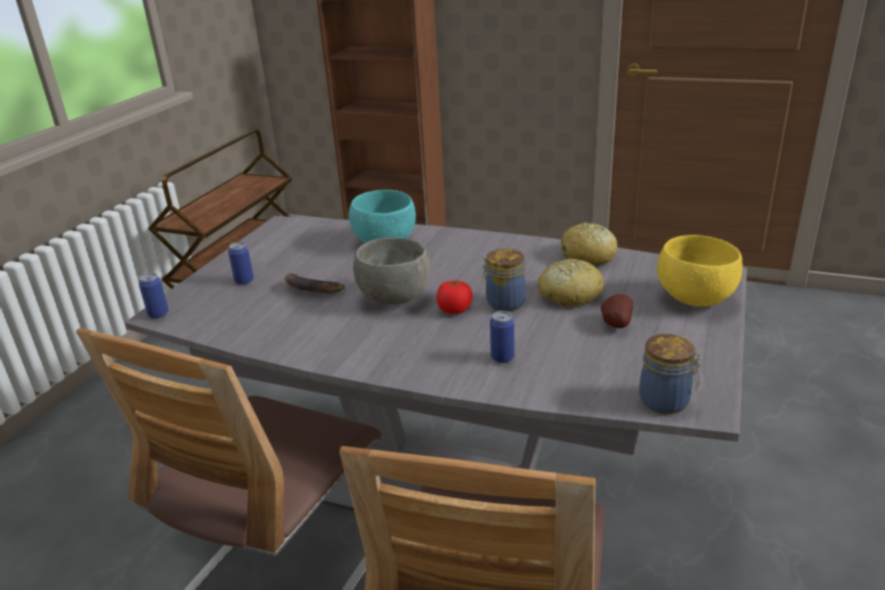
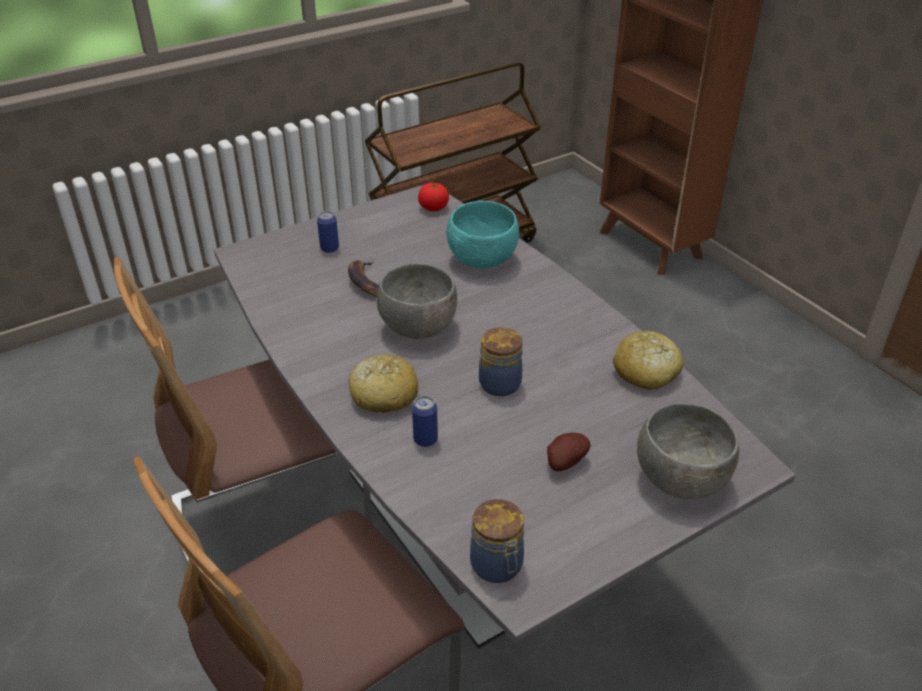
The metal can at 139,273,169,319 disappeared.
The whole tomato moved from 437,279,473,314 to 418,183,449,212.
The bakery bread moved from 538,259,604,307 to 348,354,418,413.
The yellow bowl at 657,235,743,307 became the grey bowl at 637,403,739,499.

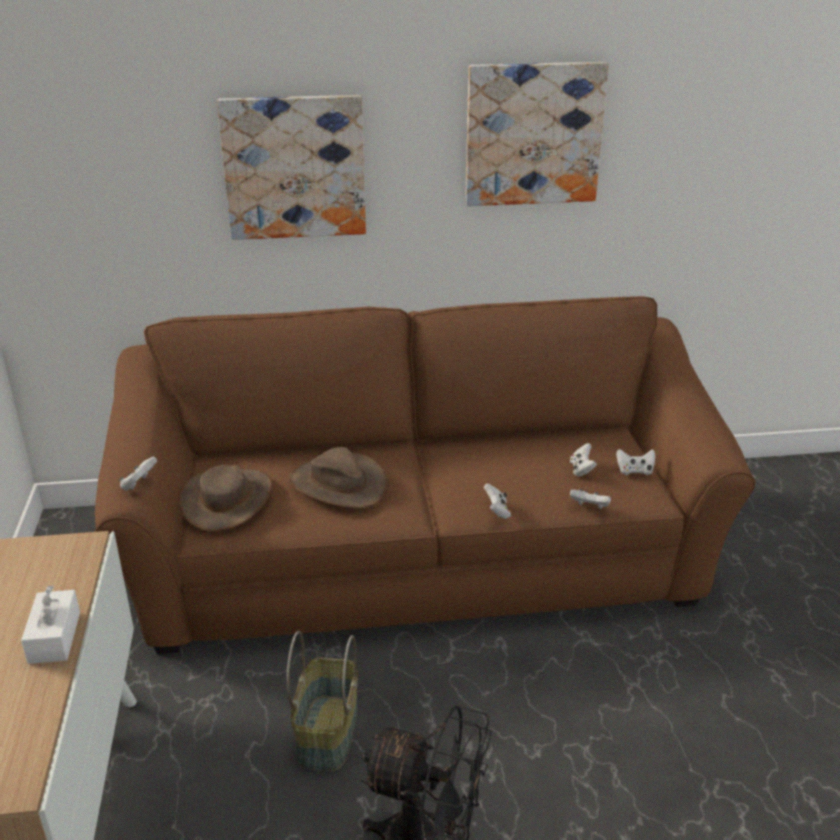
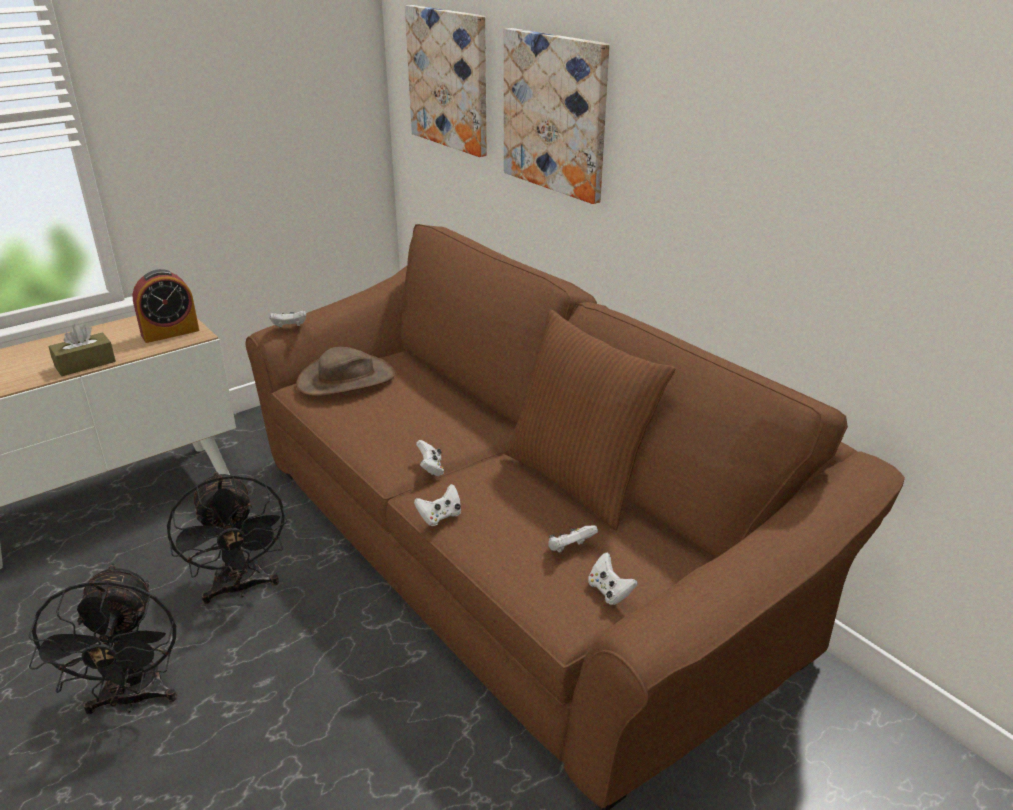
The white tissue box at 21,585,80,664 became the brown tissue box at 49,324,116,376.
The household basket at 286,631,358,771 was replaced by the black fan at 167,471,287,604.
The brown hat at 289,447,388,509 disappeared.
The wall picture moved from 465,62,609,206 to 405,5,487,157.
The white joypad moved from 570,489,611,509 to 416,440,444,476.
The bedside clock at 132,269,199,343 appeared.
The brown pillow at 504,309,675,530 appeared.

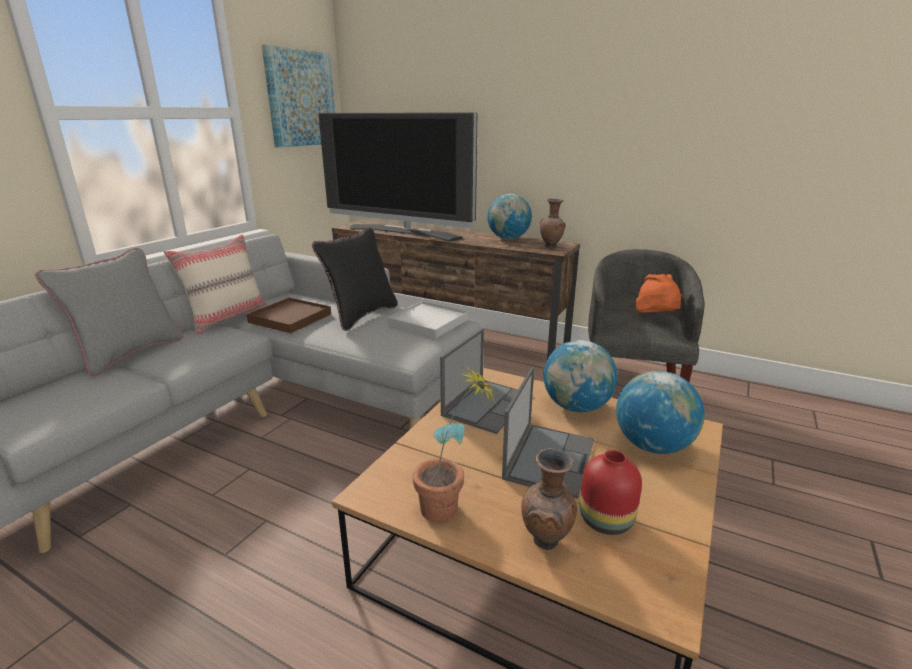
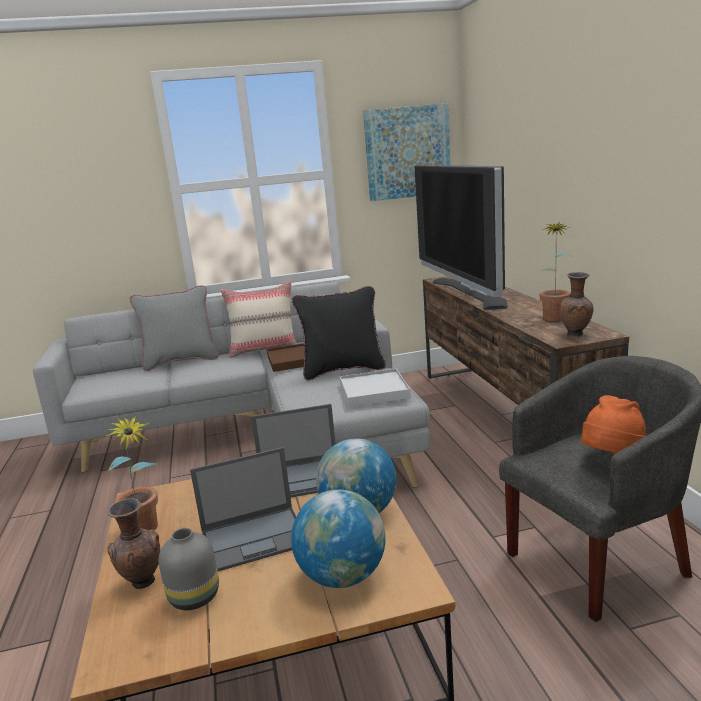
The desk globe at 487,194,532,239 was replaced by the potted plant at 536,222,574,321.
The red decorative vase at 580,450,642,535 became the grey decorative vase at 159,528,219,610.

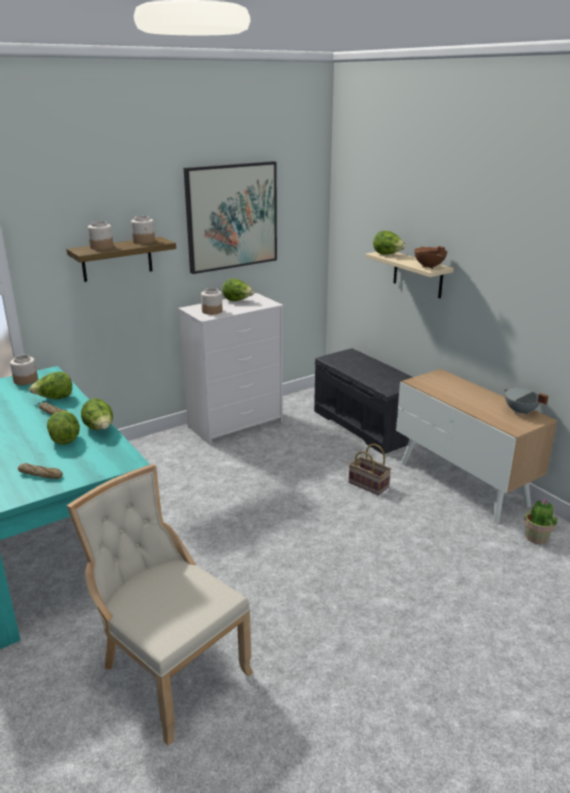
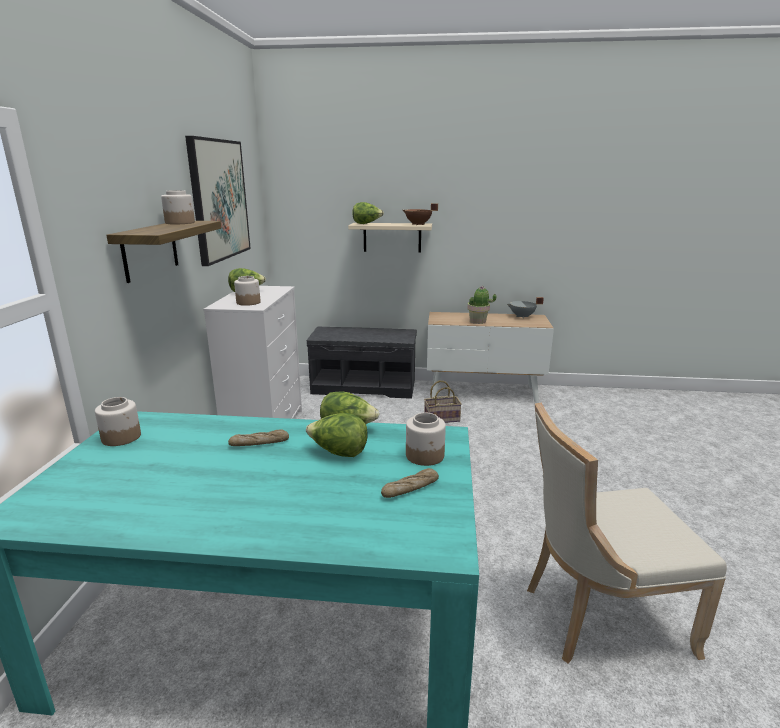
The head of lettuce at 29,372,72,399 disappeared.
The storage jar moved from 88,221,113,250 to 406,413,446,466.
The potted plant moved from 524,499,558,544 to 468,286,497,324.

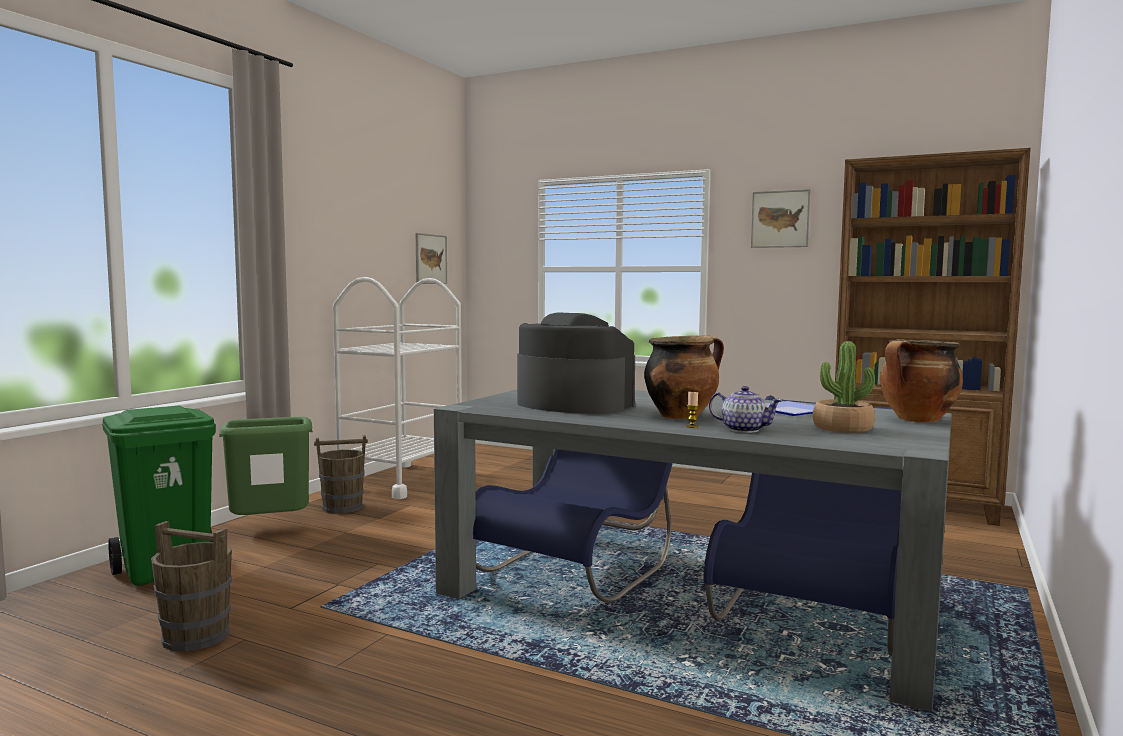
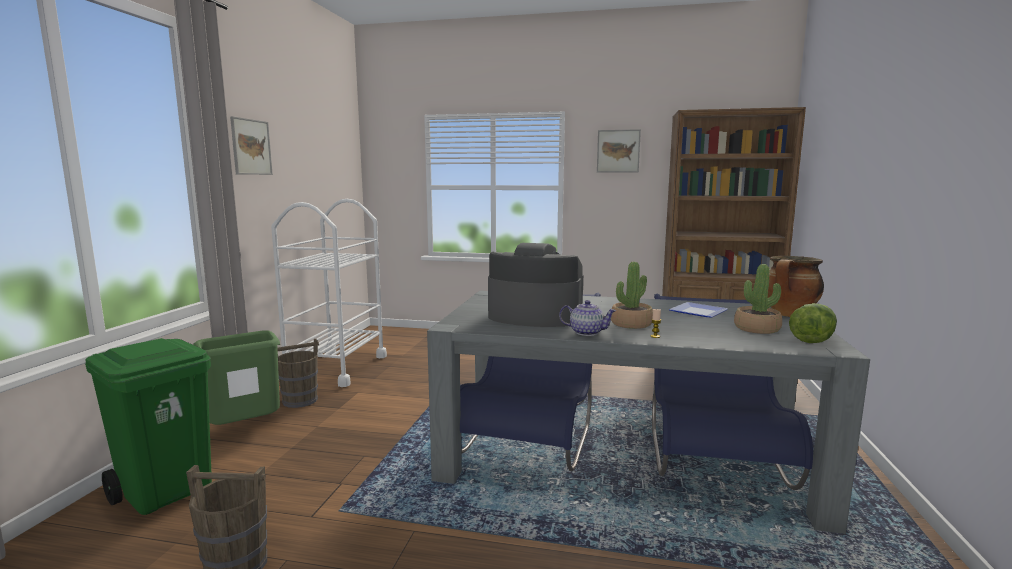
The wall picture moved from 415,233,447,284 to 230,116,273,175.
The stockpot at 644,335,724,419 was replaced by the potted plant at 611,262,653,329.
The tea pot moved from 709,386,783,433 to 559,300,616,336.
The head of lettuce at 789,303,837,343 appeared.

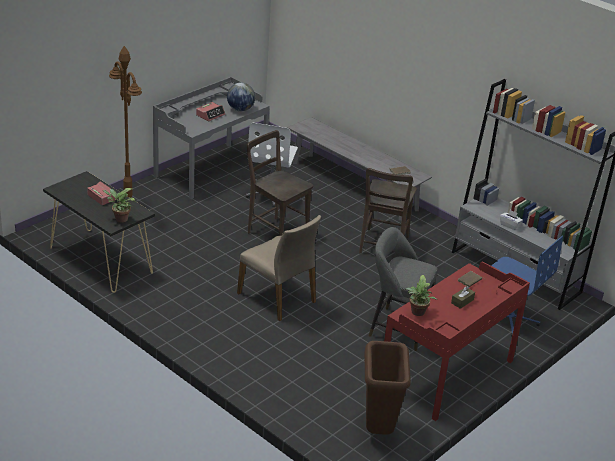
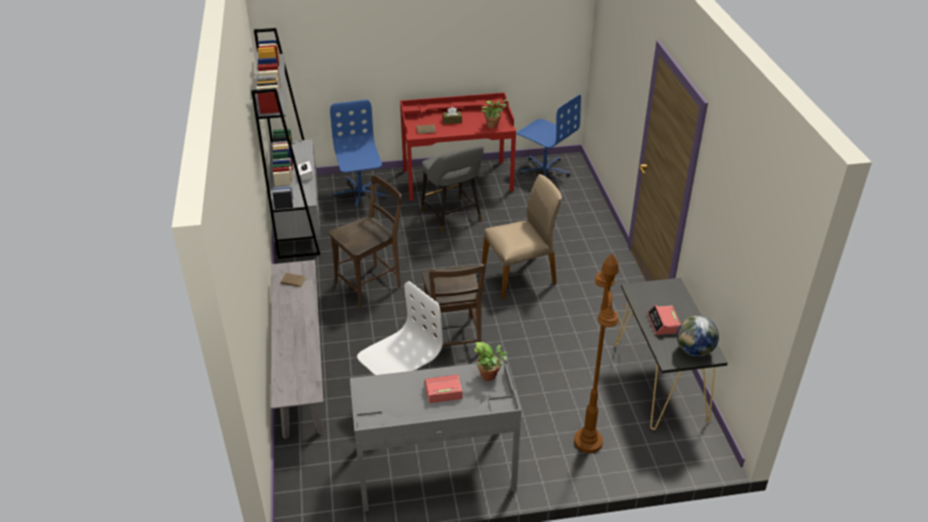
The potted plant moved from 103,188,136,222 to 474,342,508,381.
The desk globe moved from 227,82,255,111 to 677,315,719,357.
The beige plain chair at 237,215,321,321 turned 75 degrees clockwise.
The brown waste bin at 365,341,411,435 was replaced by the bluish computer chair at 517,94,581,177.

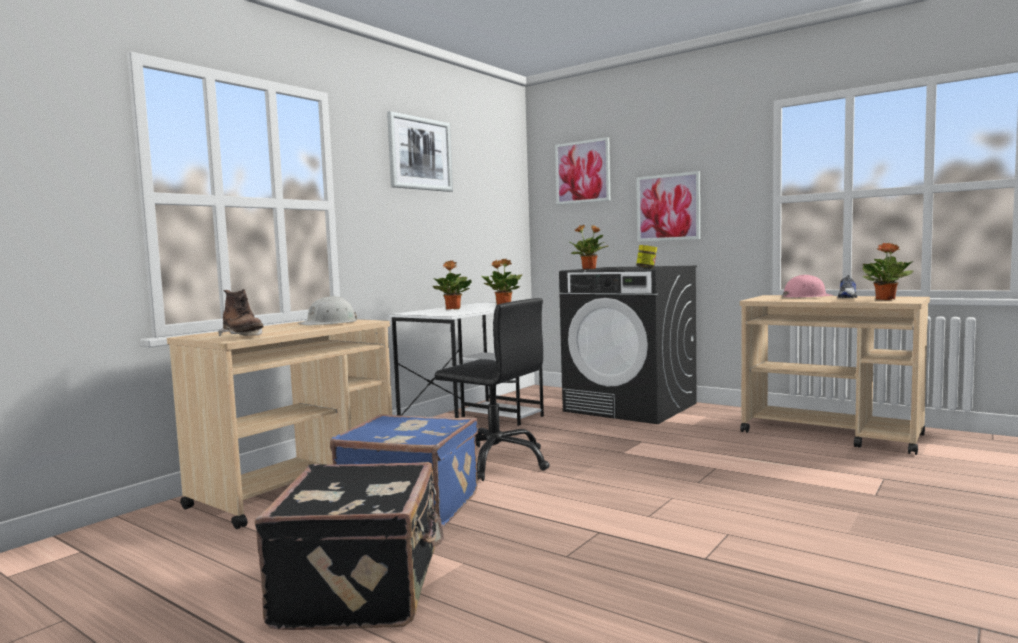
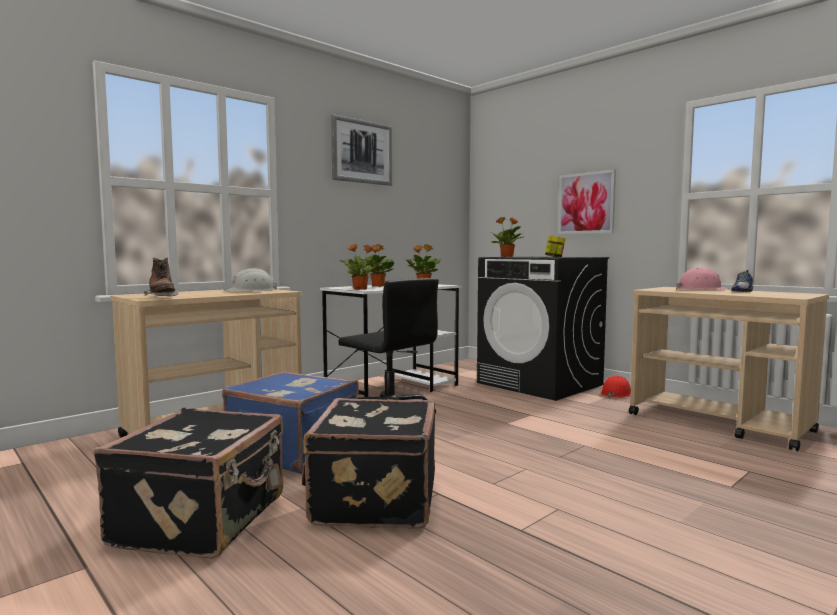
The wall picture at 555,137,610,205 disappeared.
The potted plant moved from 862,243,914,300 to 340,244,382,290.
The black piece of luggage at 302,398,435,529 appeared.
The red work helmet at 601,375,631,398 appeared.

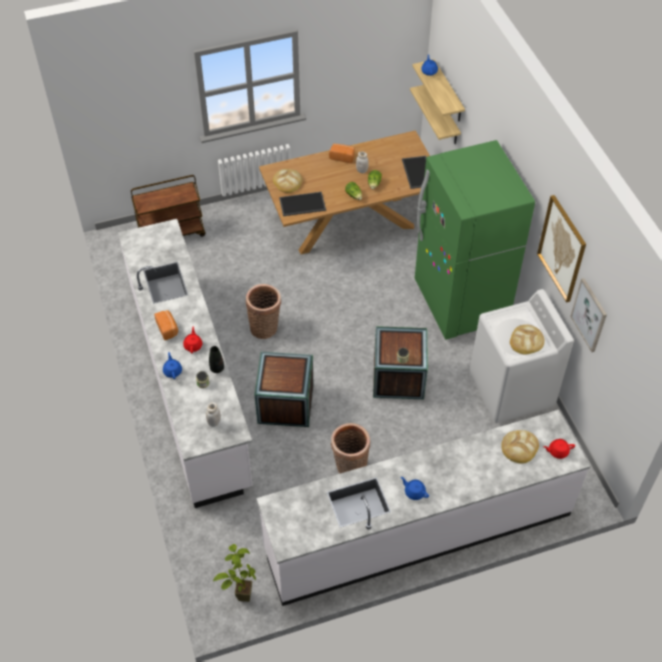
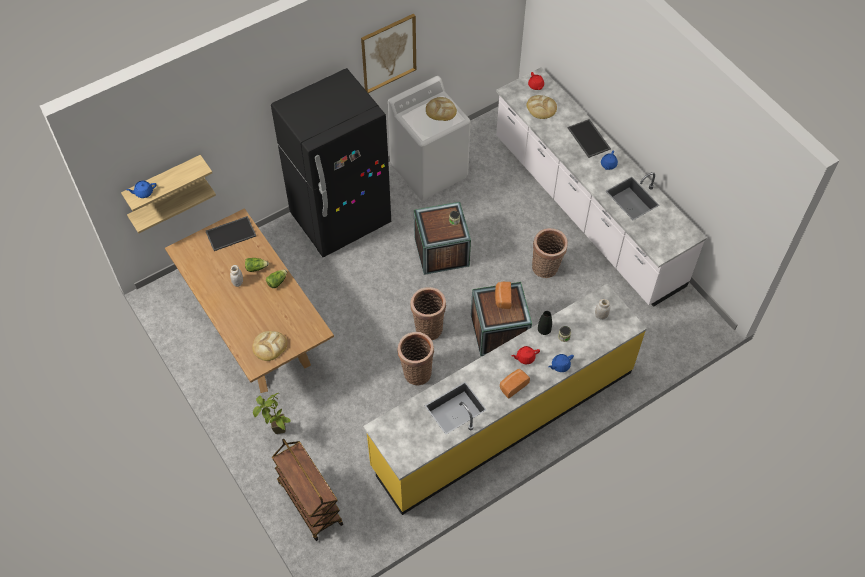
The white counter at 118,219,253,508 became the yellow counter at 363,284,647,515.
The potted plant moved from 213,544,256,602 to 253,393,291,434.
The tray moved from 279,192,326,216 to 568,119,611,158.
The bakery bread moved from 329,144,355,163 to 495,282,512,309.
The greenish refrigerator at 415,140,535,340 became the black refrigerator at 271,68,391,257.
The wall picture at 570,278,607,352 disappeared.
The household basket at 411,287,446,340 appeared.

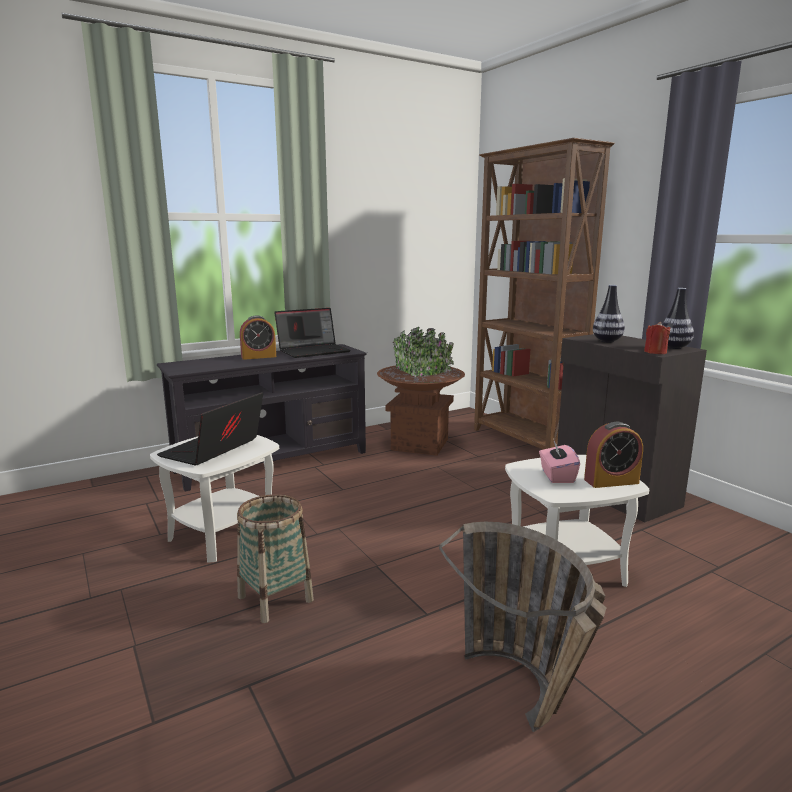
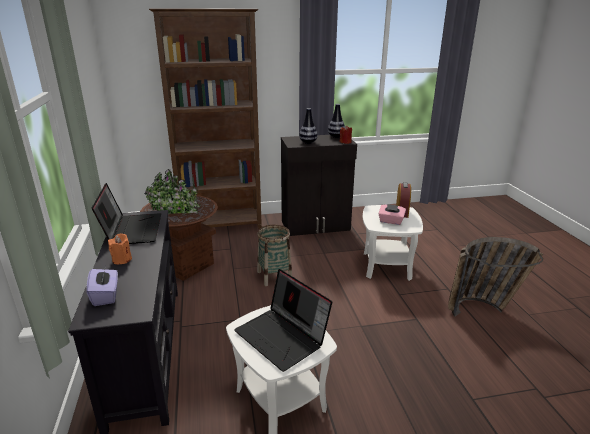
The household basket moved from 237,494,314,623 to 257,225,292,286.
The bedside clock at 240,315,276,360 was replaced by the orangey wax candle at 108,233,132,265.
The purple tissue box at 86,266,118,306 appeared.

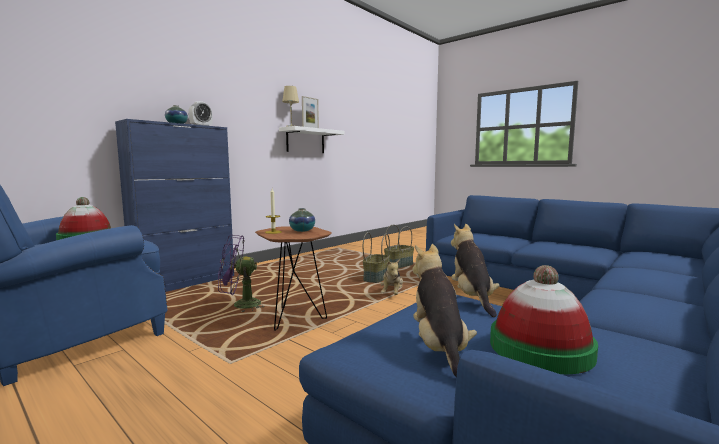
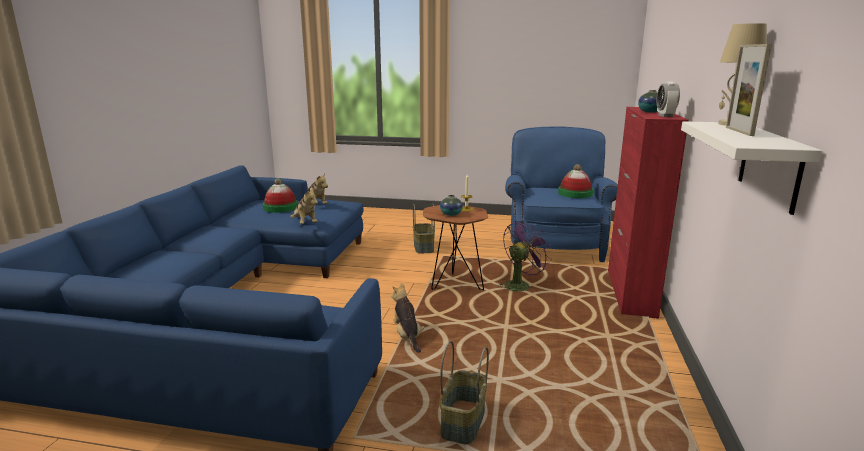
The bluish storage cabinet at 115,119,234,292 became the red storage cabinet at 608,107,689,319.
The household basket moved from 363,232,390,283 to 413,204,435,254.

